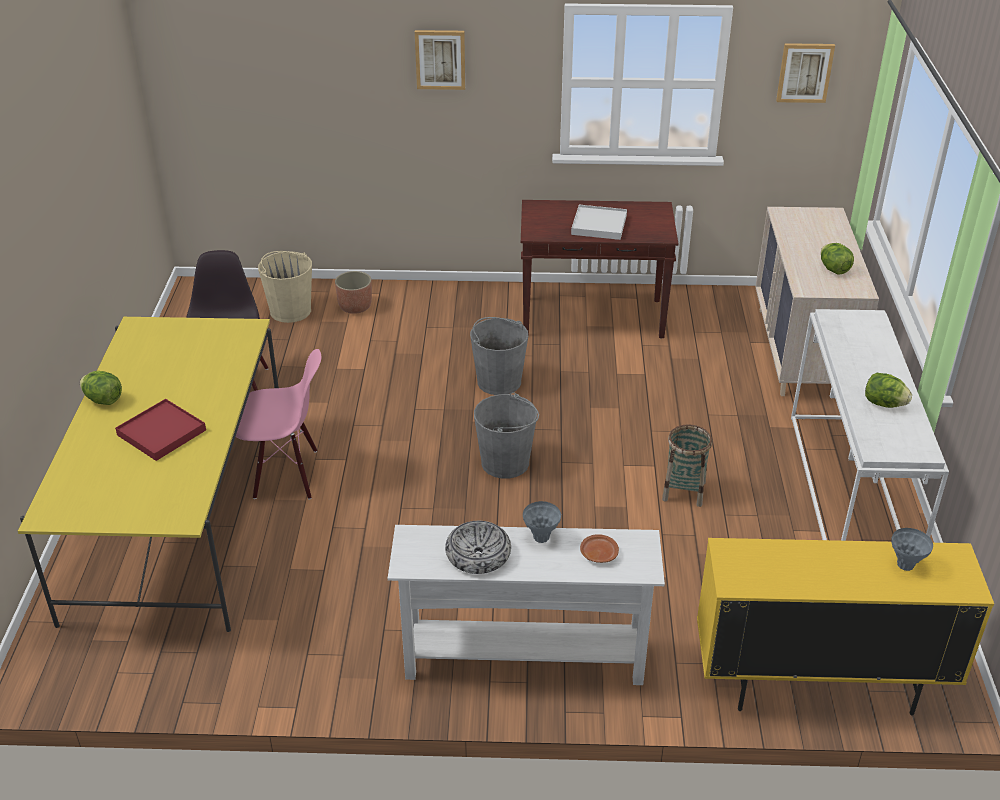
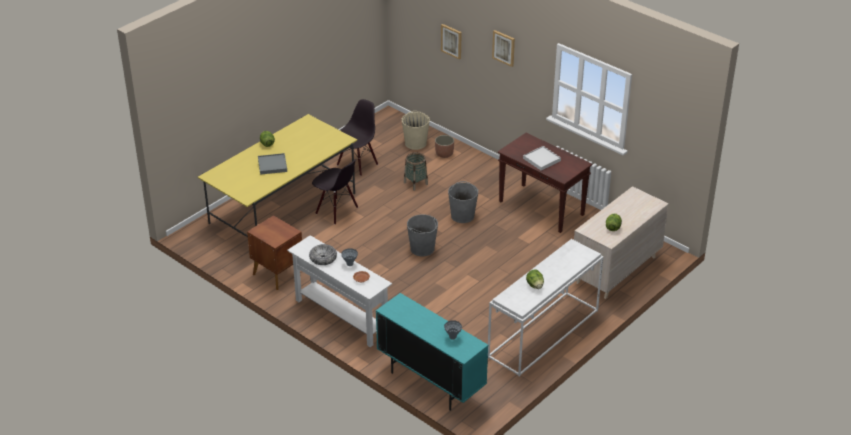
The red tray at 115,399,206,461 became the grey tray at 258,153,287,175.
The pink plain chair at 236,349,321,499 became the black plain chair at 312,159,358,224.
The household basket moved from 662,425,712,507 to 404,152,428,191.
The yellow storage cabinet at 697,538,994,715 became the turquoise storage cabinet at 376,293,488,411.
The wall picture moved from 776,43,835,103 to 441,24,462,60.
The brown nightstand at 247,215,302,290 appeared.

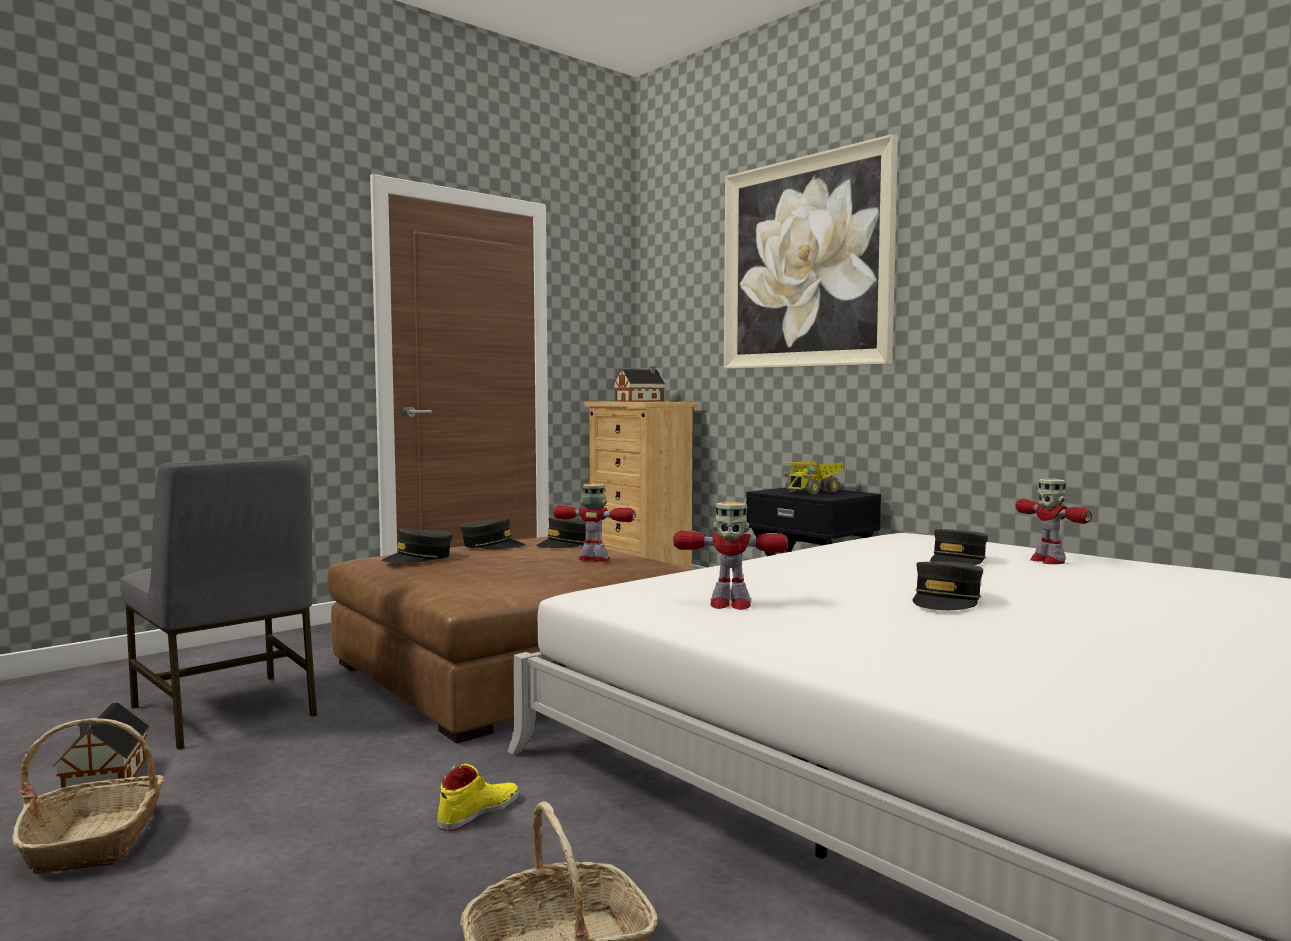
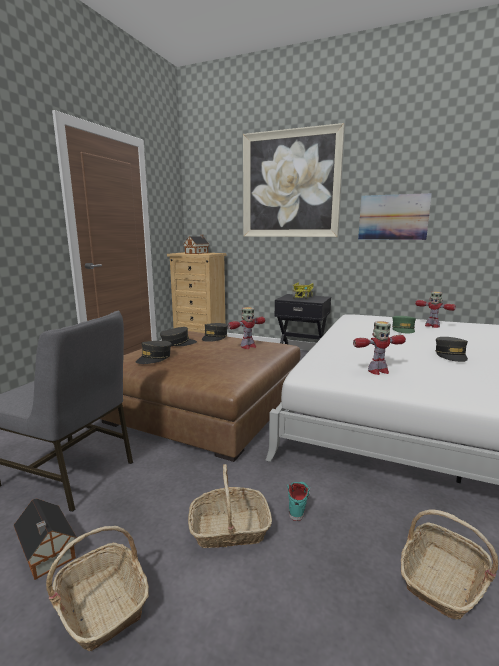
The yellow low shoe at 437,764,519,831 became the turquoise low shoe at 287,482,310,521.
The model robot at 553,483,635,562 turned 150 degrees clockwise.
The grey peaked cap at 930,529,988,565 became the greenish peaked cap at 392,316,416,333.
The household basket at 188,464,272,548 appeared.
The wall picture at 358,193,432,240 appeared.

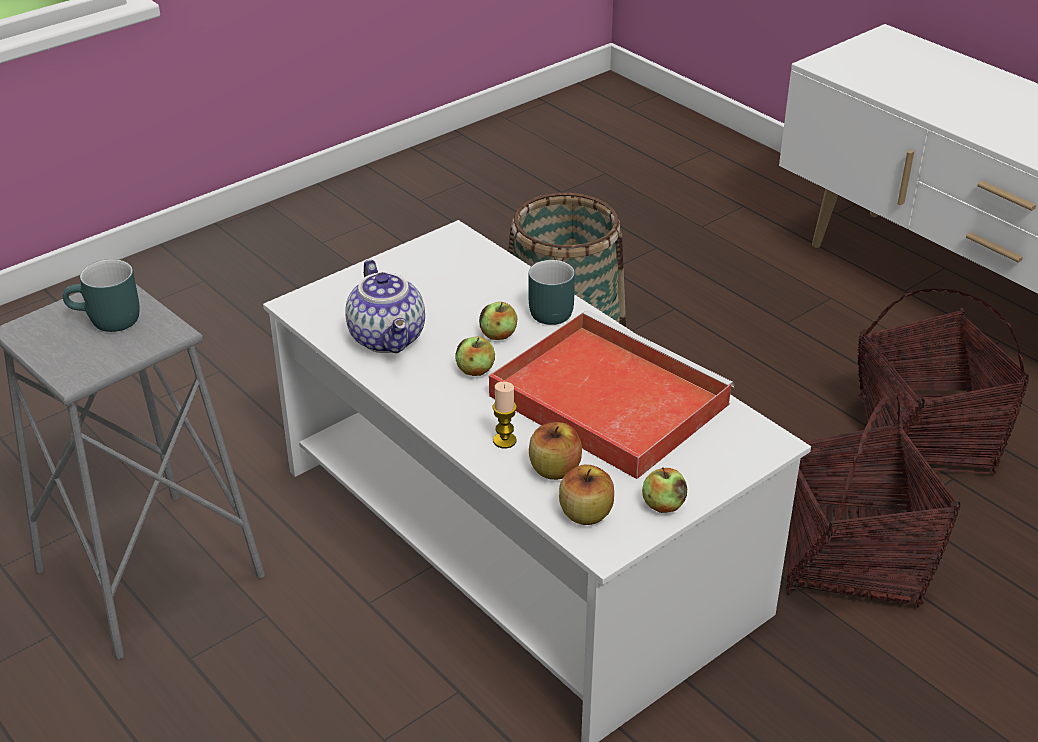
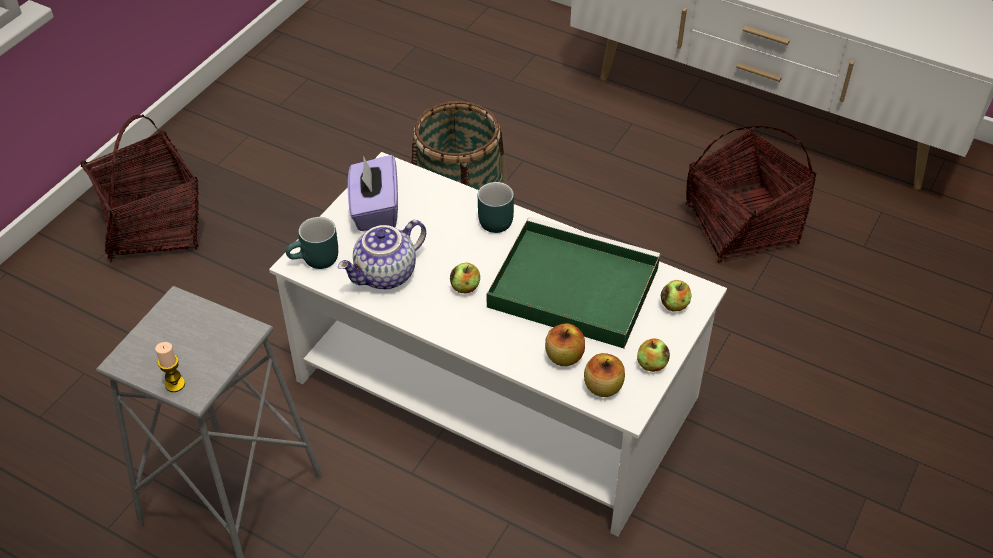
The turquoise tea mug moved from 63,259,140,332 to 286,217,338,269.
The tea pot at 345,259,425,353 turned 90 degrees clockwise.
The apple fruit moved from 479,302,517,340 to 660,280,692,311.
The red tray at 489,310,734,479 became the greenish tray at 487,217,660,348.
The wax candle moved from 492,382,517,448 to 155,342,185,392.
The household basket moved from 786,392,960,608 to 81,115,199,262.
The purple tissue box at 348,155,398,231 appeared.

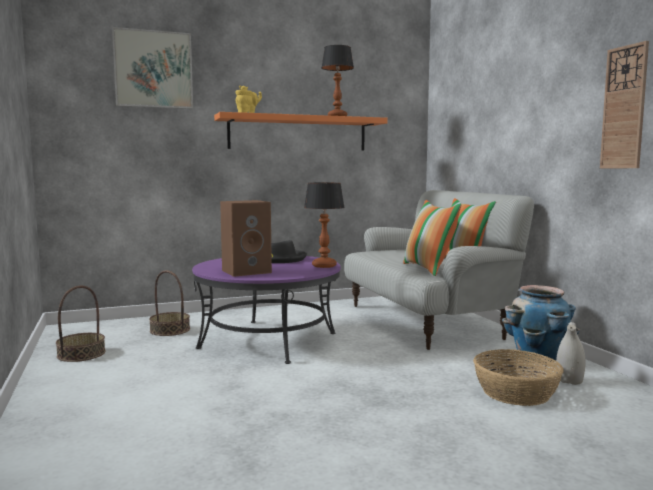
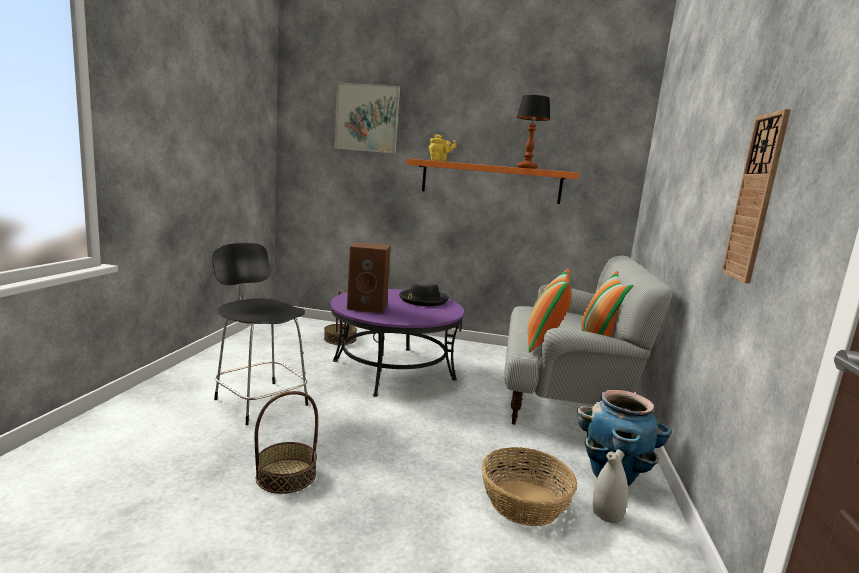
The household basket moved from 56,286,106,362 to 254,391,318,494.
The tabletop lamp at 304,183,345,268 disappeared.
The black stool at 212,243,308,425 appeared.

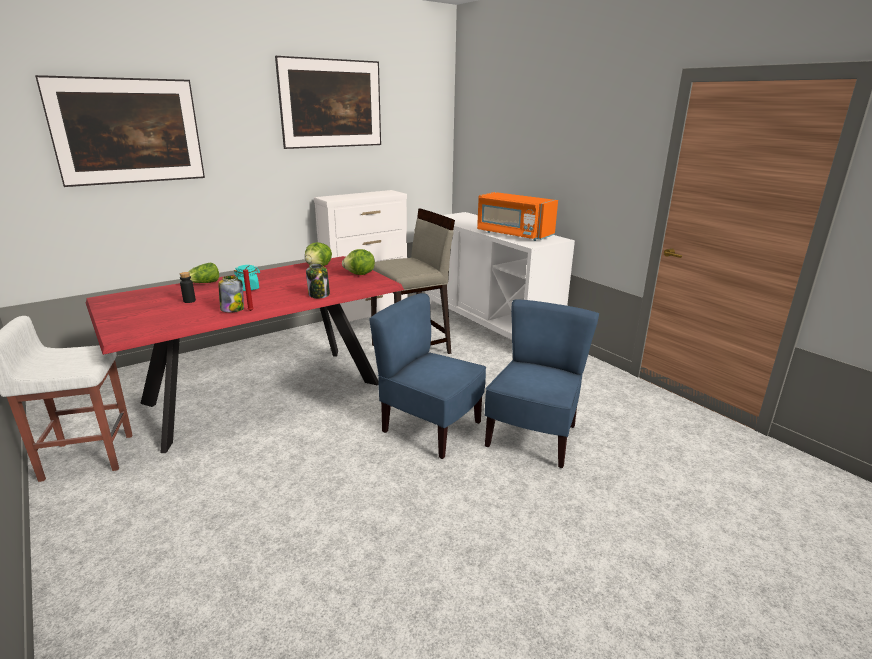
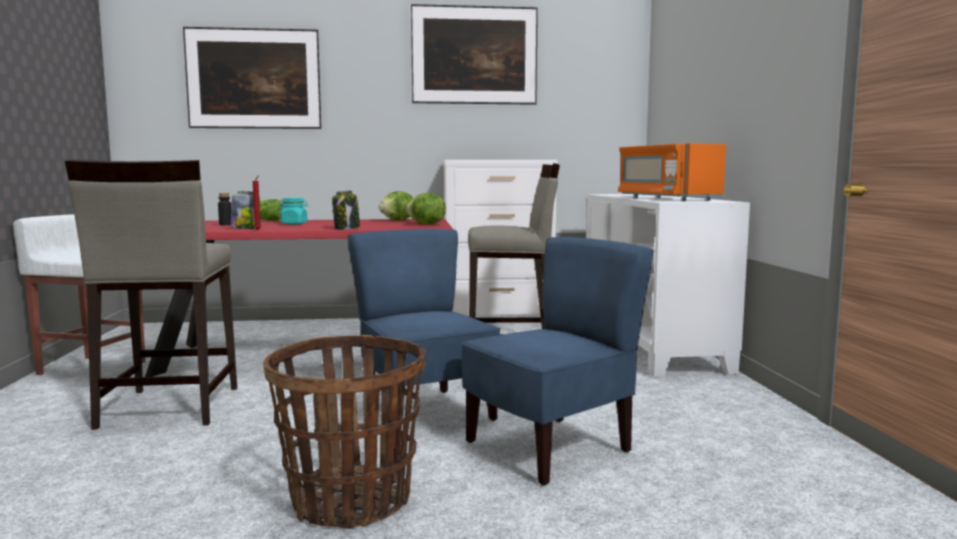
The beige stool at 65,160,237,430 appeared.
The household basket at 263,335,426,528 appeared.

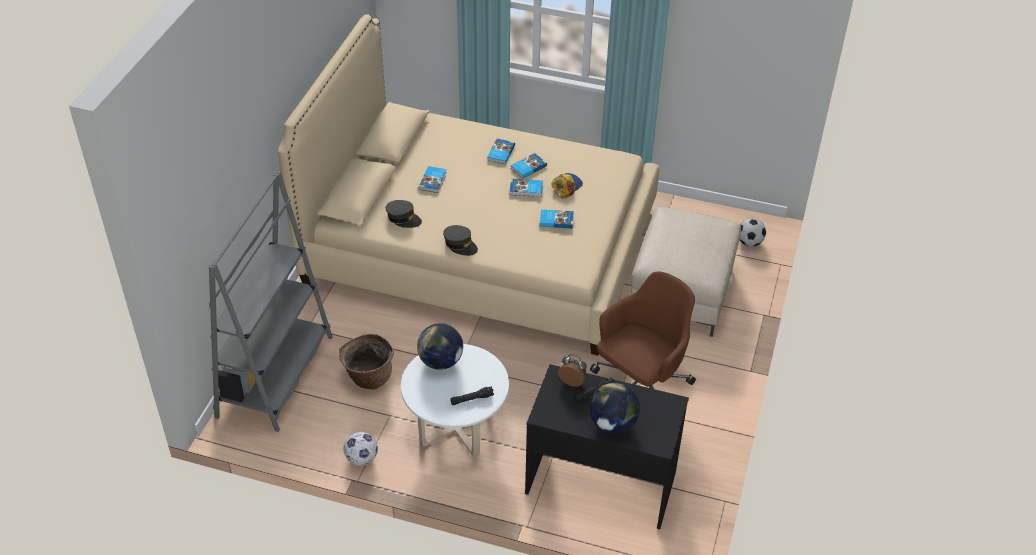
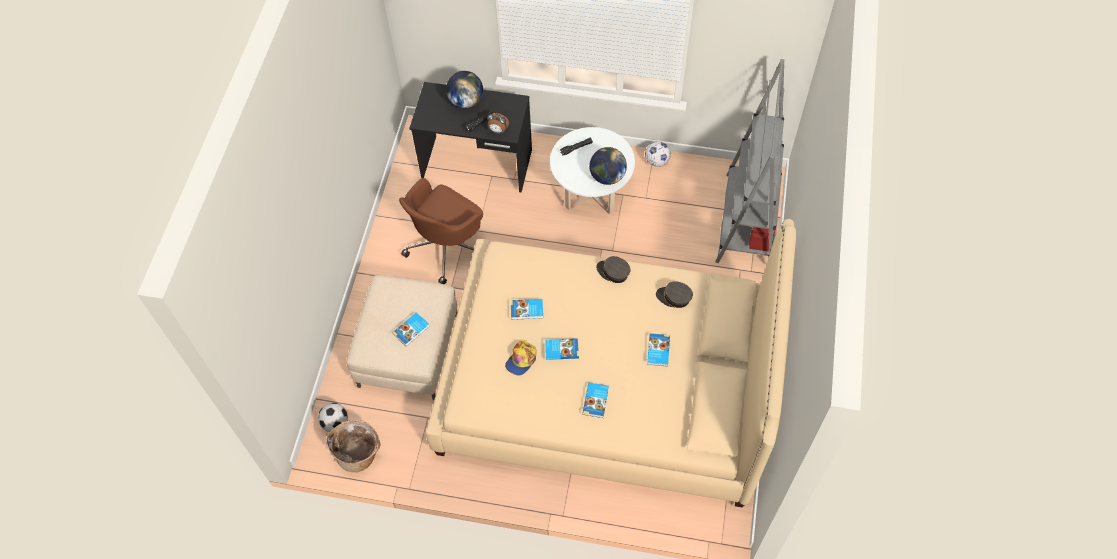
The household basket moved from 339,334,394,390 to 326,420,381,472.
The book moved from 510,153,547,179 to 392,312,430,346.

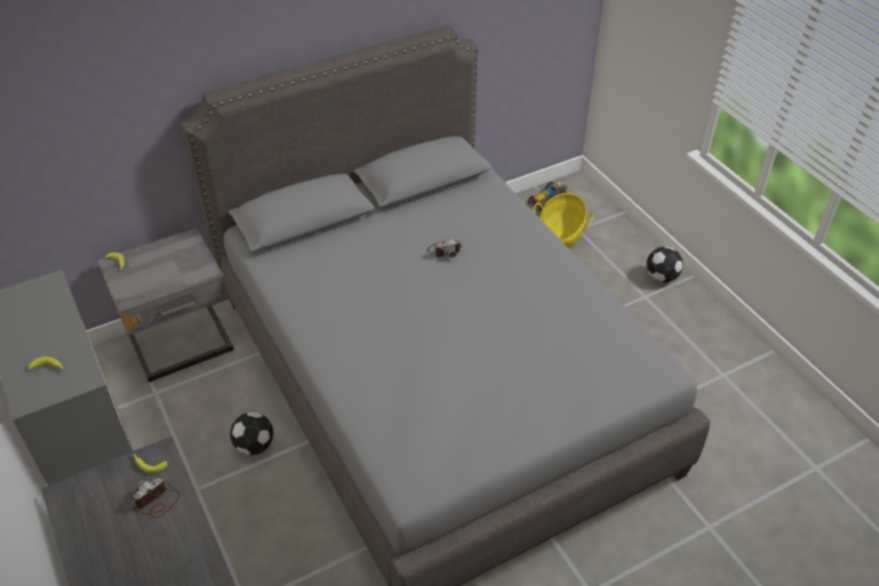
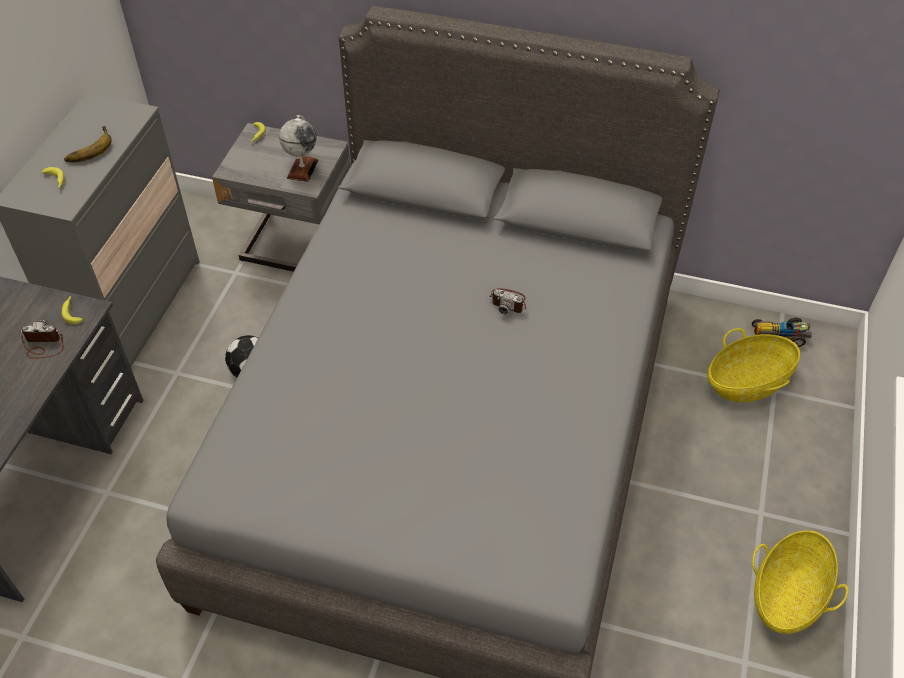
The football at 647,247,683,282 disappeared.
The banana at 64,126,112,163 appeared.
The desk globe at 279,115,318,182 appeared.
The household basket at 752,530,848,634 appeared.

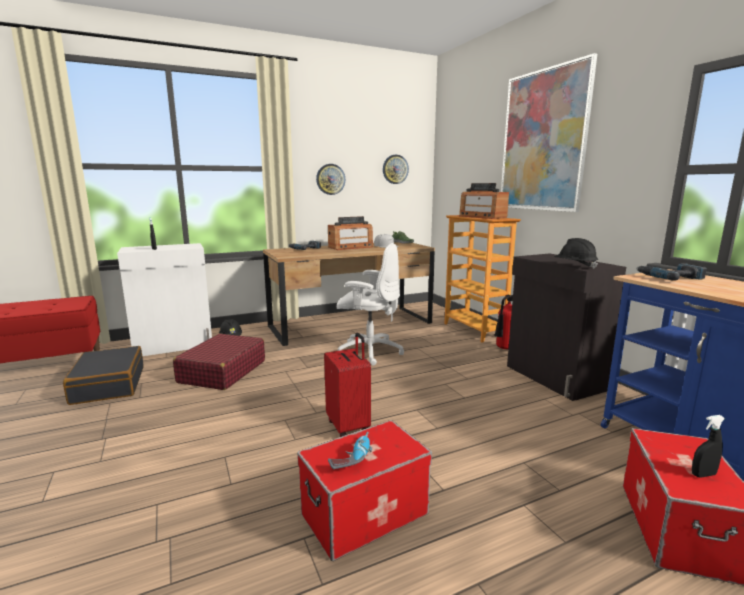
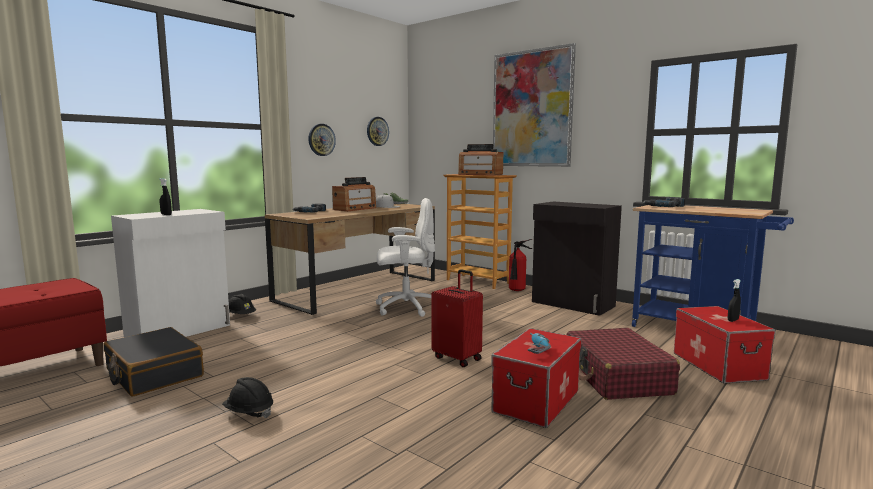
The red piece of luggage moved from 173,334,265,390 to 567,328,680,400.
The black work helmet moved from 554,238,598,269 to 222,377,273,418.

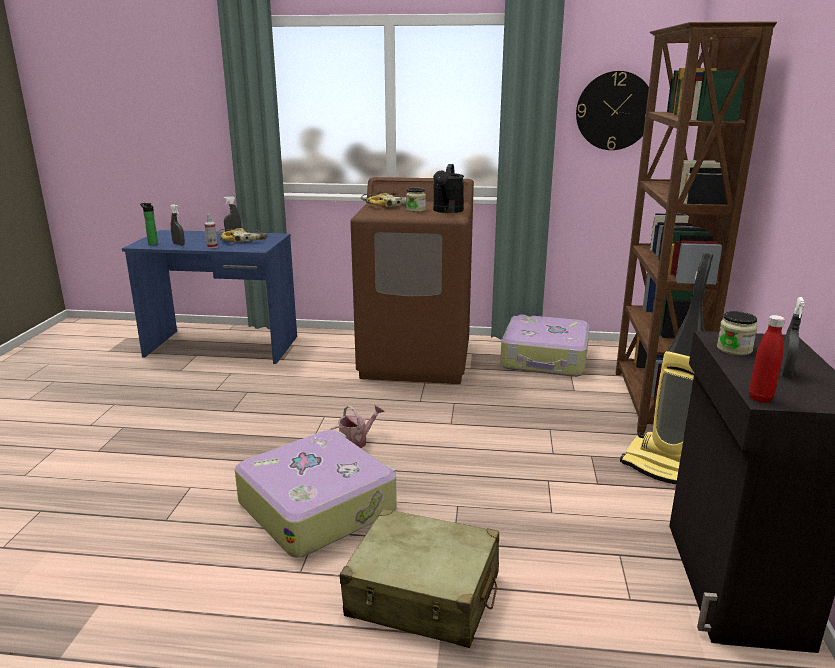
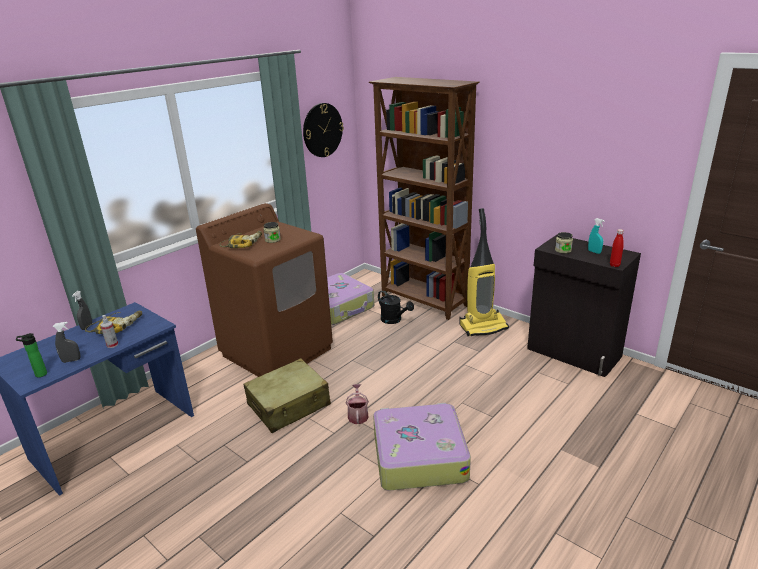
The beige piece of luggage moved from 340,509,499,648 to 244,358,331,433.
The black sprinkling can moved from 433,164,464,213 to 378,291,414,324.
The grey spray bottle at 780,297,805,378 became the turquoise spray bottle at 588,218,605,254.

